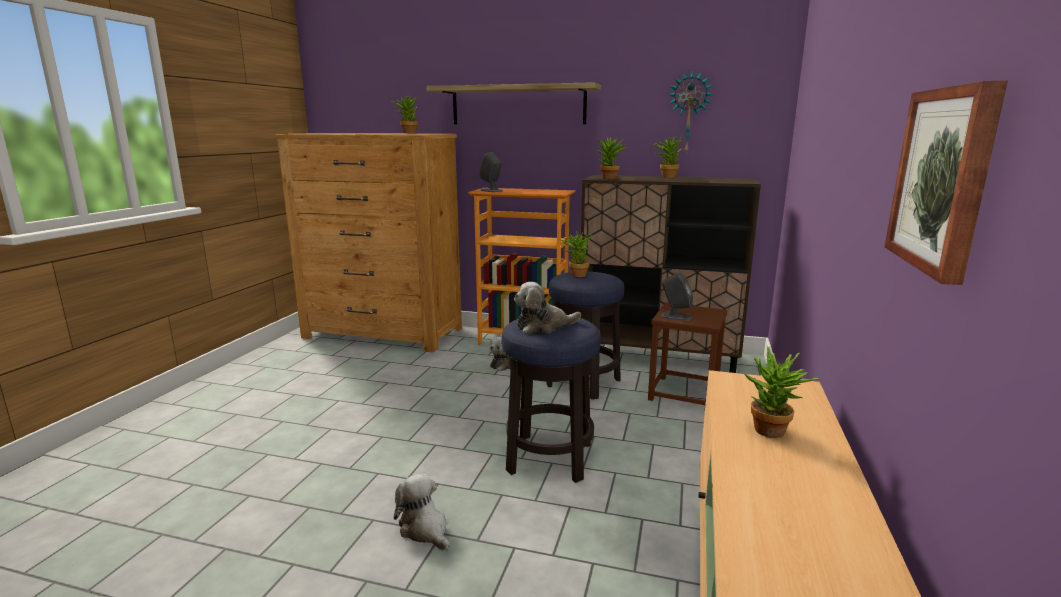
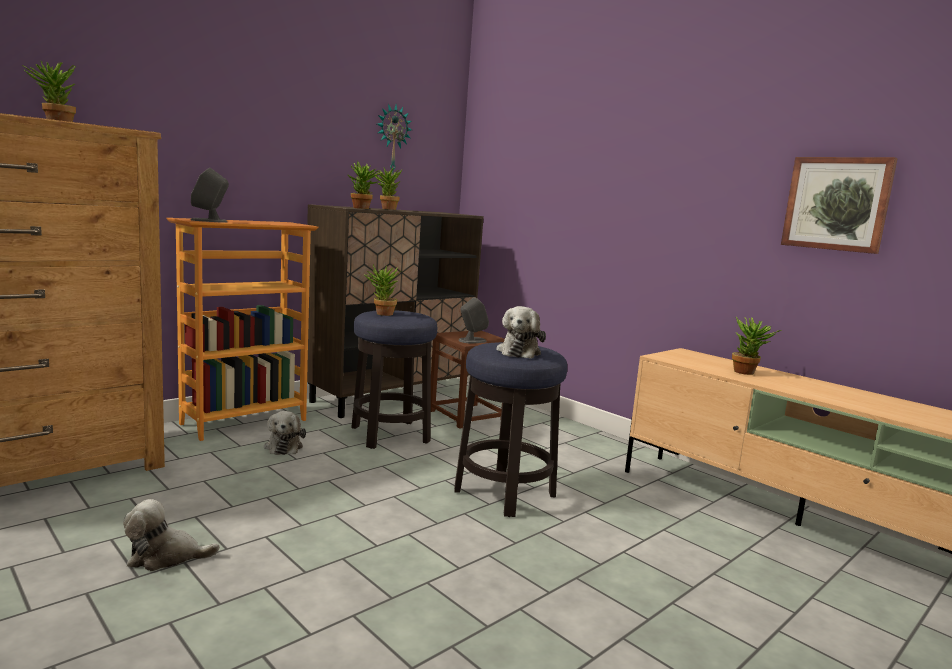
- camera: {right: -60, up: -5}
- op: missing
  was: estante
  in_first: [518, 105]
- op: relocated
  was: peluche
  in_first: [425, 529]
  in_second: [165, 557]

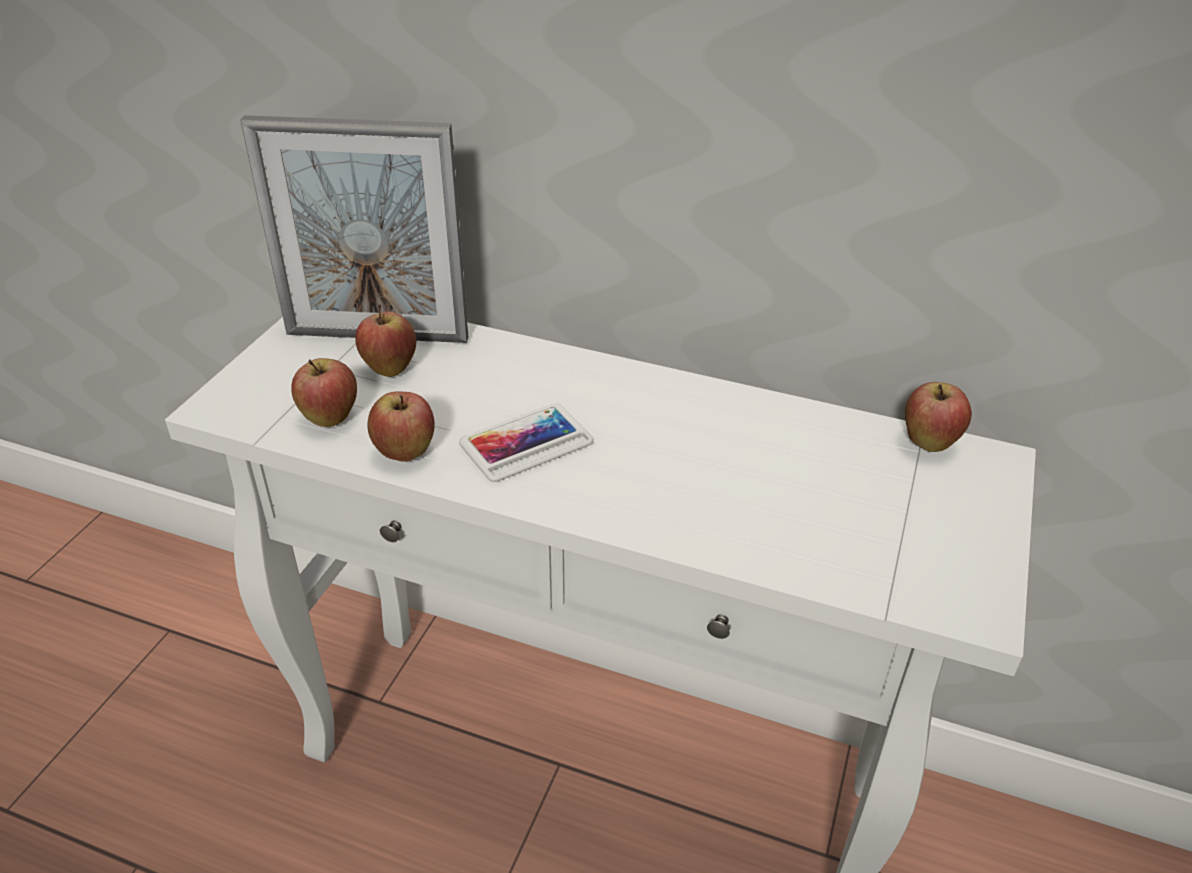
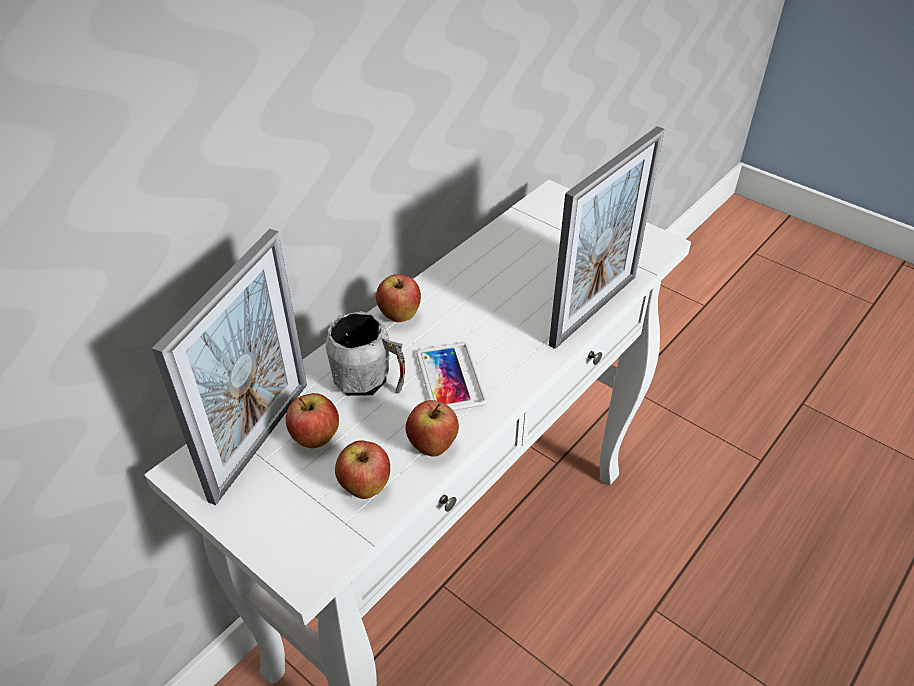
- camera: {right: -70, up: 5}
- op: appeared
  now: taza grande/gris
  in_second: [370, 382]
- op: appeared
  now: portarretratos
  in_second: [594, 310]
- op: relocated
  was: manzana
  in_first: [928, 444]
  in_second: [400, 316]

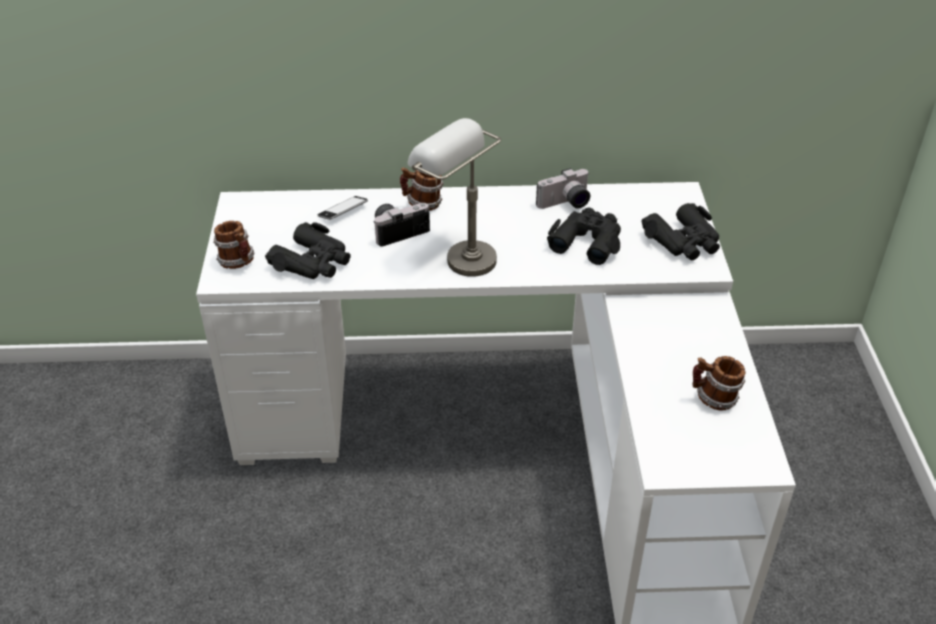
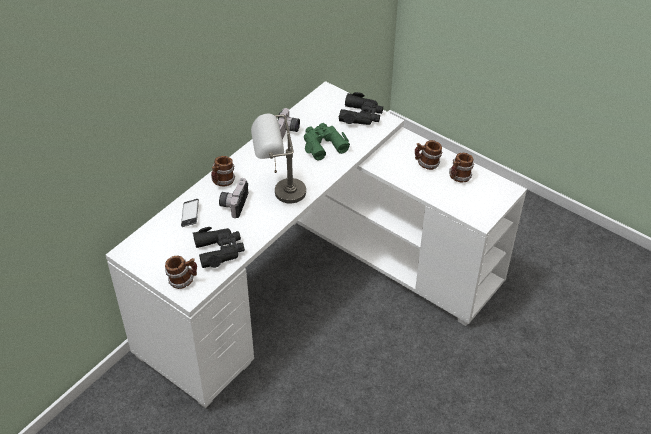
- camera: {right: -50, up: 5}
- op: appeared
  now: taza grande
  in_second: [427, 164]
- op: colour
  was: prismáticos/negro
  now: prismáticos/verde
  in_first: [587, 241]
  in_second: [323, 144]

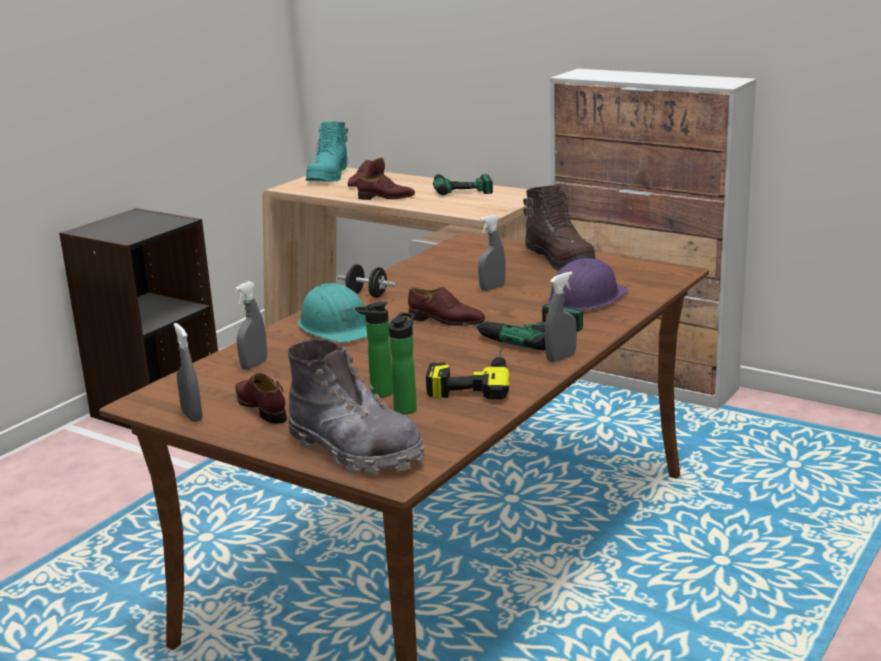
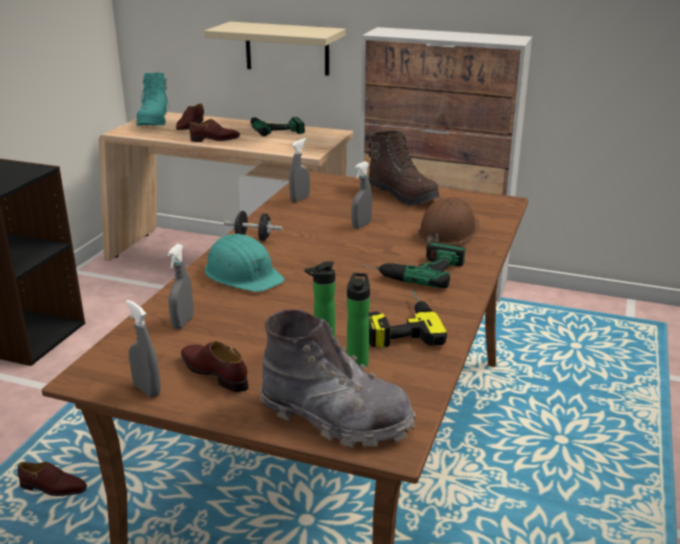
- camera: {right: -15, up: 5}
- op: appeared
  now: estante/beis
  in_second: [287, 48]
- op: relocated
  was: zapato/marrón
  in_first: [446, 320]
  in_second: [53, 488]
- op: relocated
  was: pulverizador/gris
  in_first: [561, 358]
  in_second: [300, 199]
- op: colour
  was: casco/morado
  now: casco/marrón
  in_first: [586, 299]
  in_second: [448, 232]

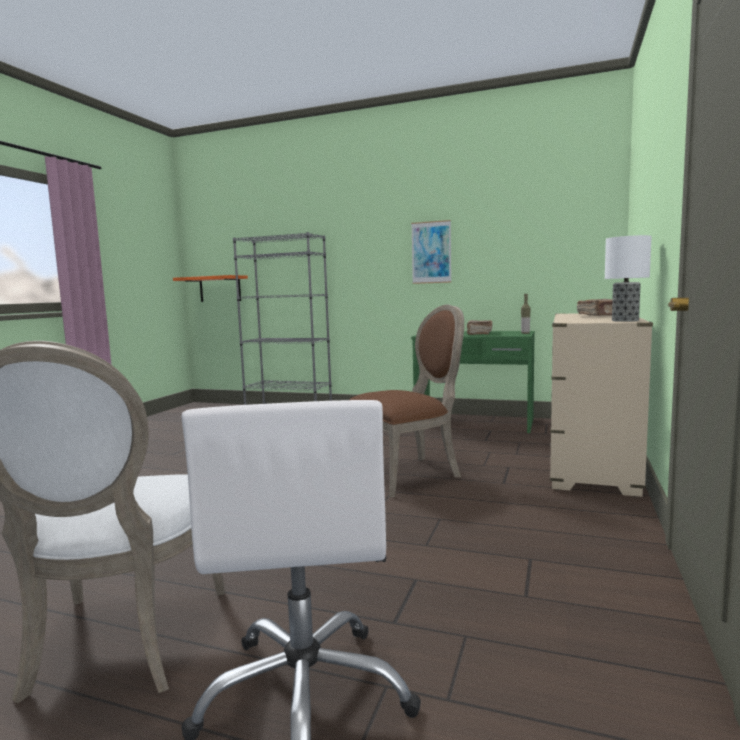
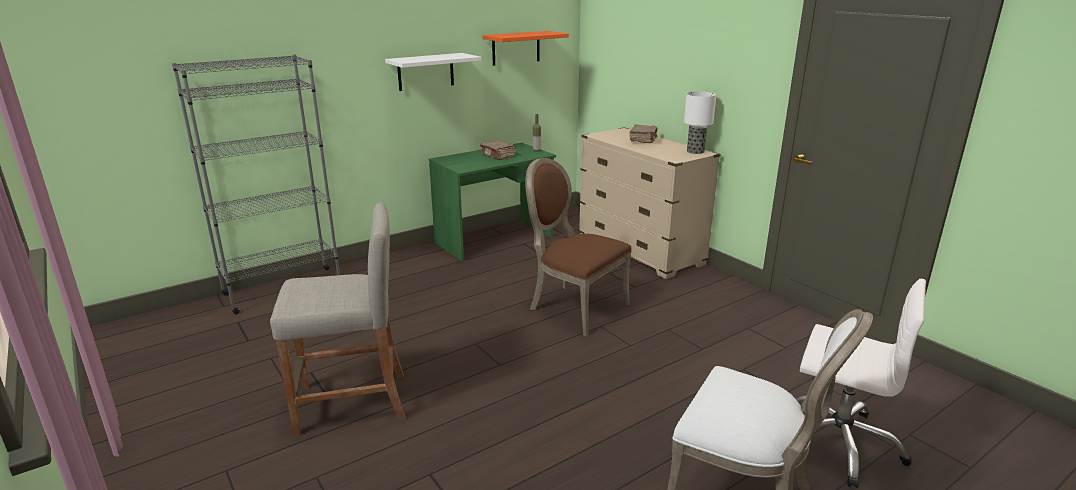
- camera: {right: -55, up: 15}
- op: appeared
  now: taburete/beis
  in_second: [352, 403]
- op: relocated
  was: estante/naranja
  in_first: [220, 289]
  in_second: [516, 48]
- op: exchanged
  was: cuadro
  now: estante/blanco
  in_first: [431, 252]
  in_second: [425, 72]
- op: spun
  was: silla/marrón
  in_first: [409, 473]
  in_second: [574, 307]
  clockwise: -60

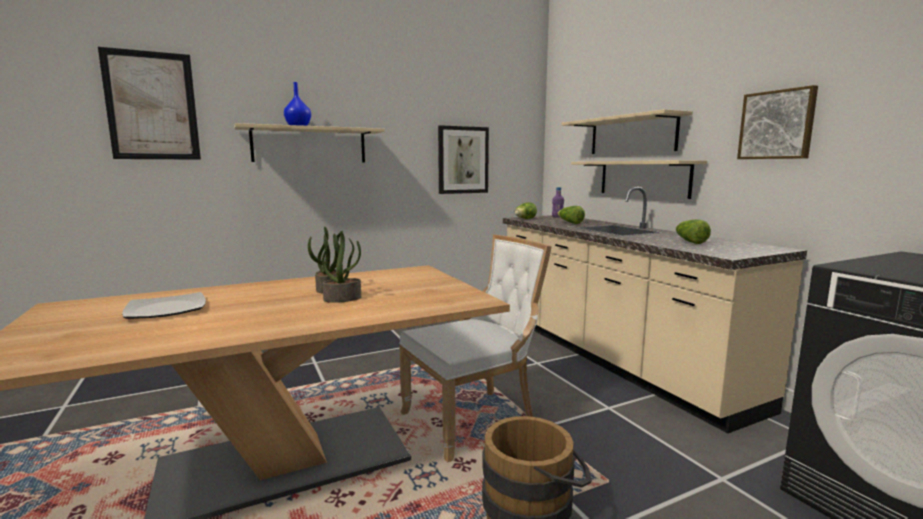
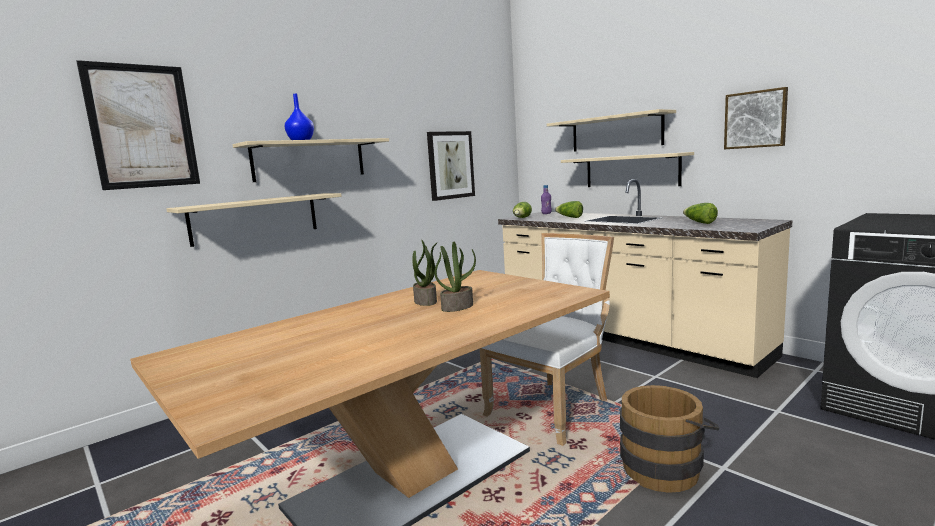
- camera: {right: -15, up: 0}
- op: missing
  was: plato
  in_first: [167, 309]
- op: appeared
  now: estante/beis
  in_second: [255, 218]

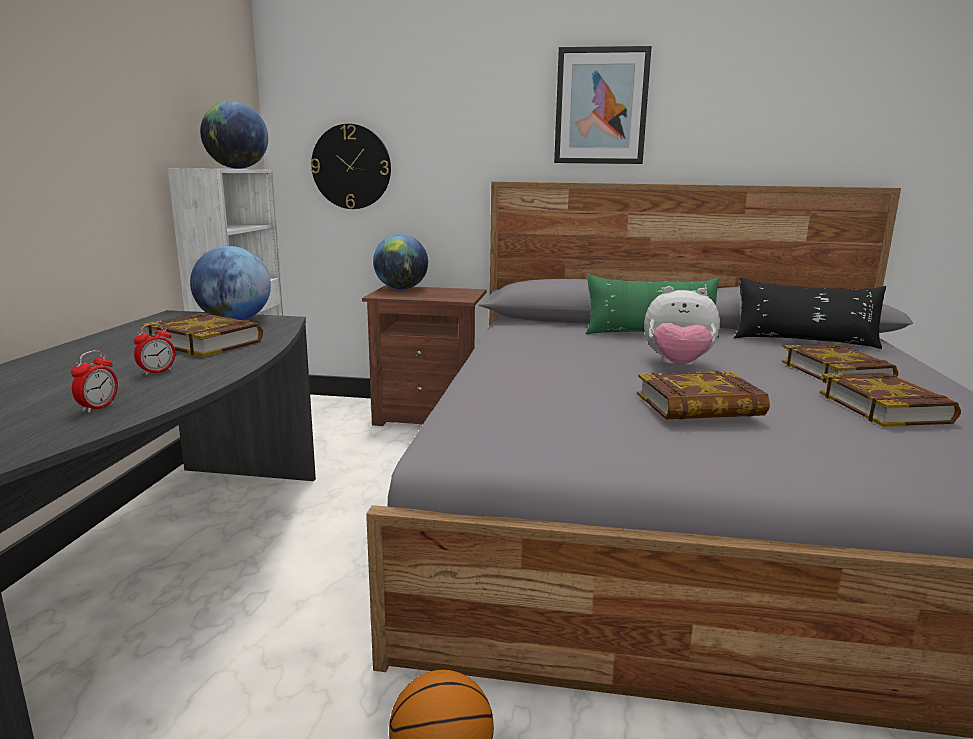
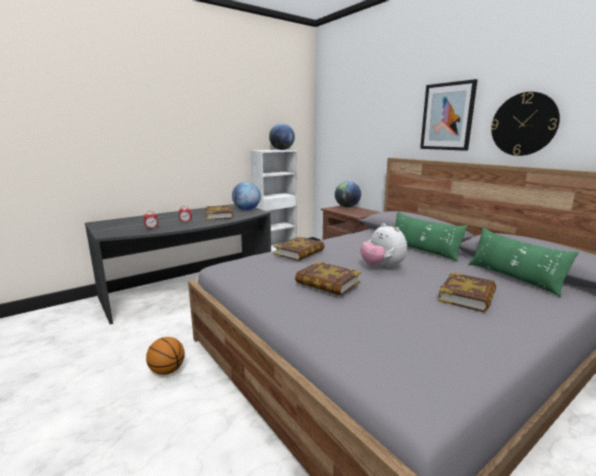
- camera: {right: 45, up: 0}
- op: relocated
  was: reloj de pared
  in_first: [351, 167]
  in_second: [523, 124]
- op: relocated
  was: libro
  in_first: [884, 407]
  in_second: [299, 252]
- op: colour
  was: cojín/negro
  now: cojín/verde
  in_first: [804, 341]
  in_second: [513, 278]

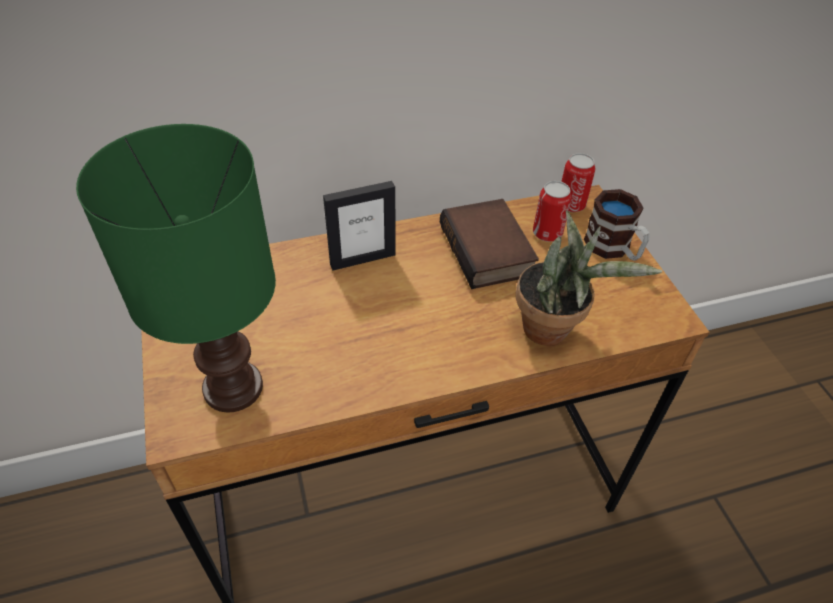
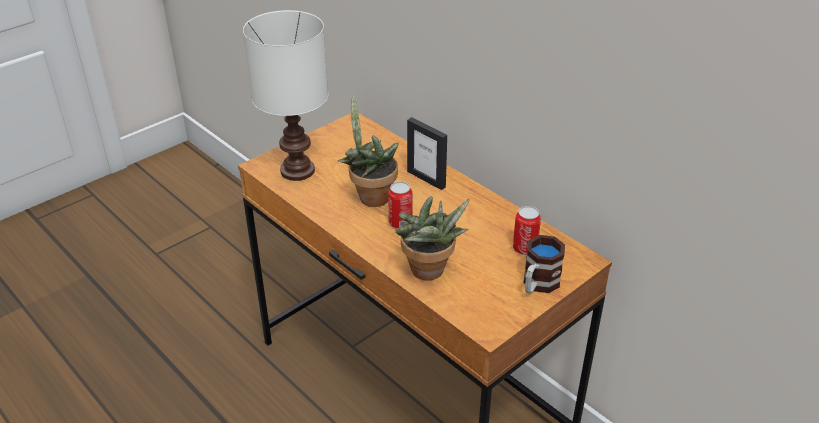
- camera: {right: 65, up: -10}
- op: missing
  was: libro
  in_first: [489, 251]
- op: appeared
  now: planta en maceta
  in_second: [370, 196]
- op: relocated
  was: lata
  in_first: [571, 204]
  in_second: [400, 223]
- op: colour
  was: lámpara de mesa/verde
  now: lámpara de mesa/blanco
  in_first: [232, 385]
  in_second: [298, 170]

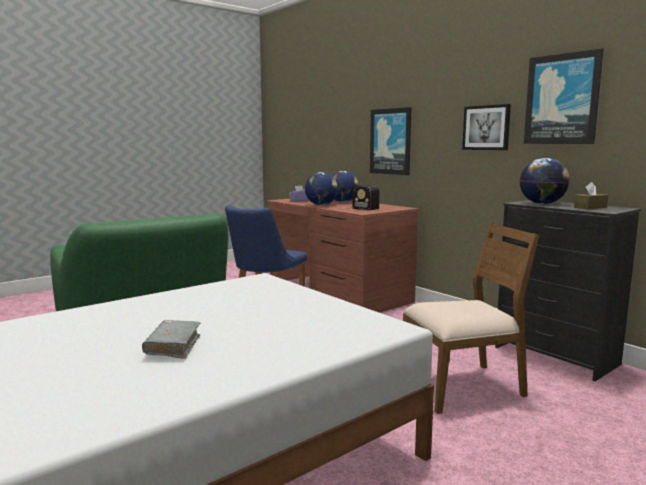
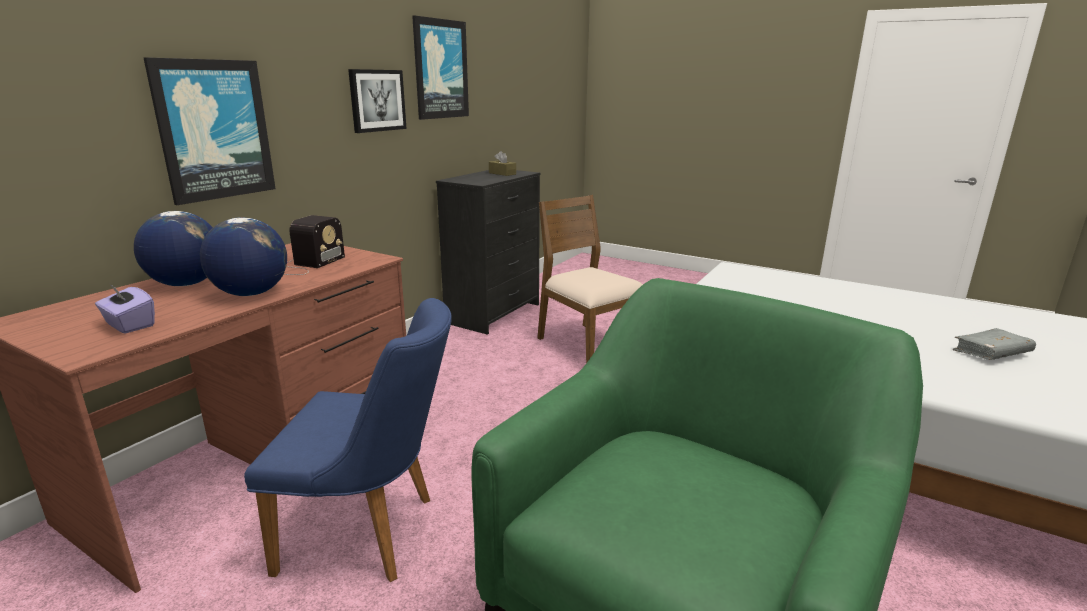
- camera: {right: -110, up: 10}
- op: missing
  was: globo terráqueo
  in_first: [542, 203]
- op: relocated
  was: libro/gris
  in_first: [173, 346]
  in_second: [991, 353]

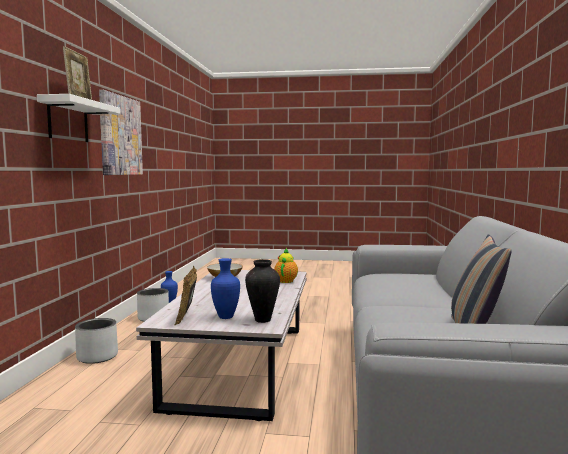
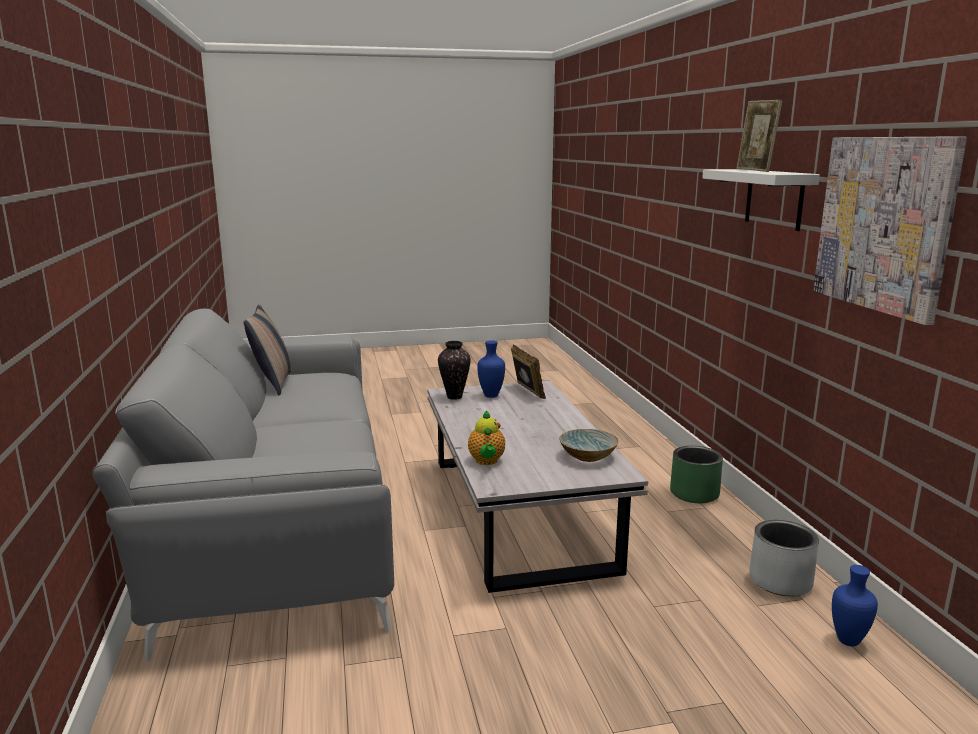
- camera: {right: 160, up: 10}
- op: colour
  was: maceta/gris
  now: maceta/verde
  in_first: [97, 357]
  in_second: [694, 494]

